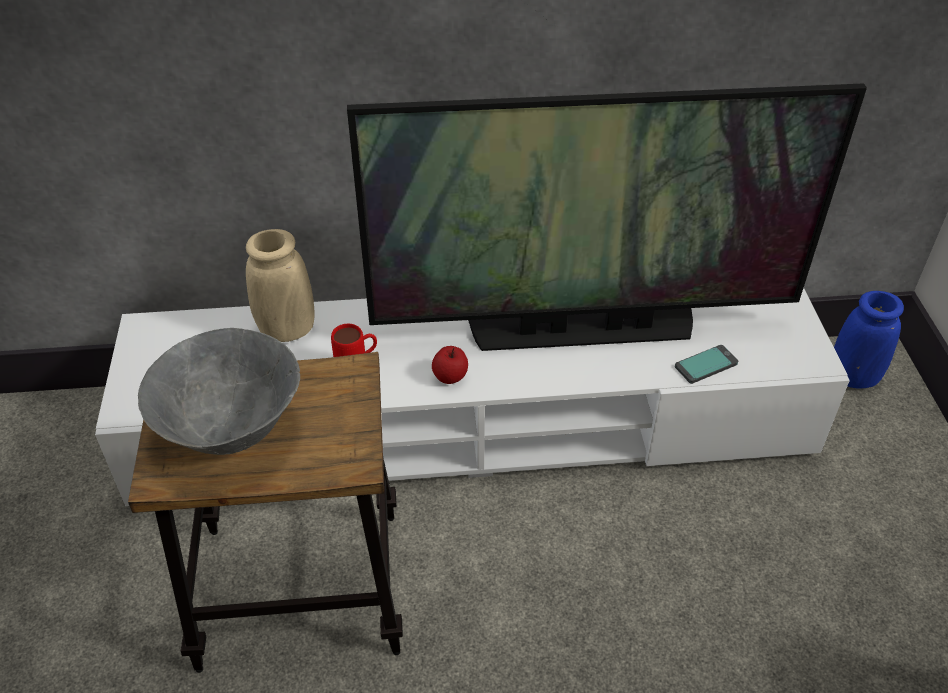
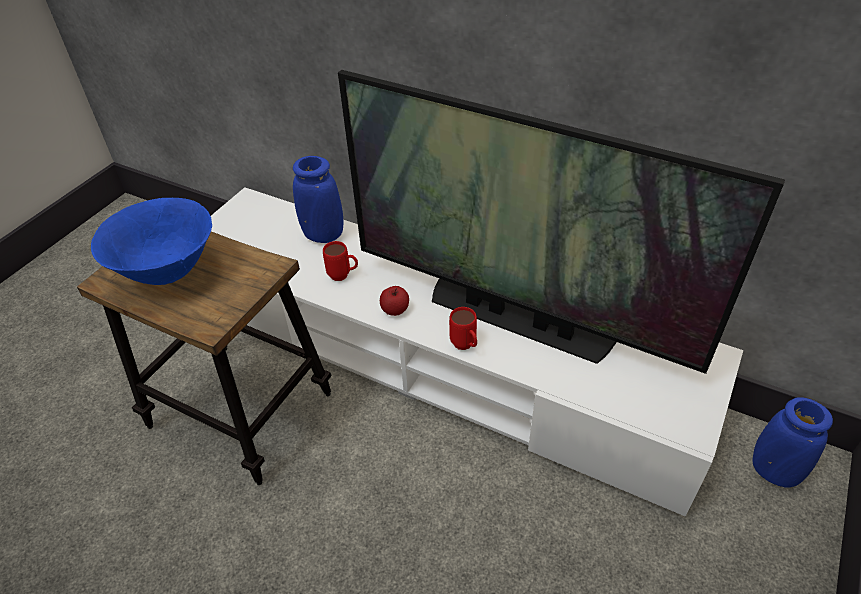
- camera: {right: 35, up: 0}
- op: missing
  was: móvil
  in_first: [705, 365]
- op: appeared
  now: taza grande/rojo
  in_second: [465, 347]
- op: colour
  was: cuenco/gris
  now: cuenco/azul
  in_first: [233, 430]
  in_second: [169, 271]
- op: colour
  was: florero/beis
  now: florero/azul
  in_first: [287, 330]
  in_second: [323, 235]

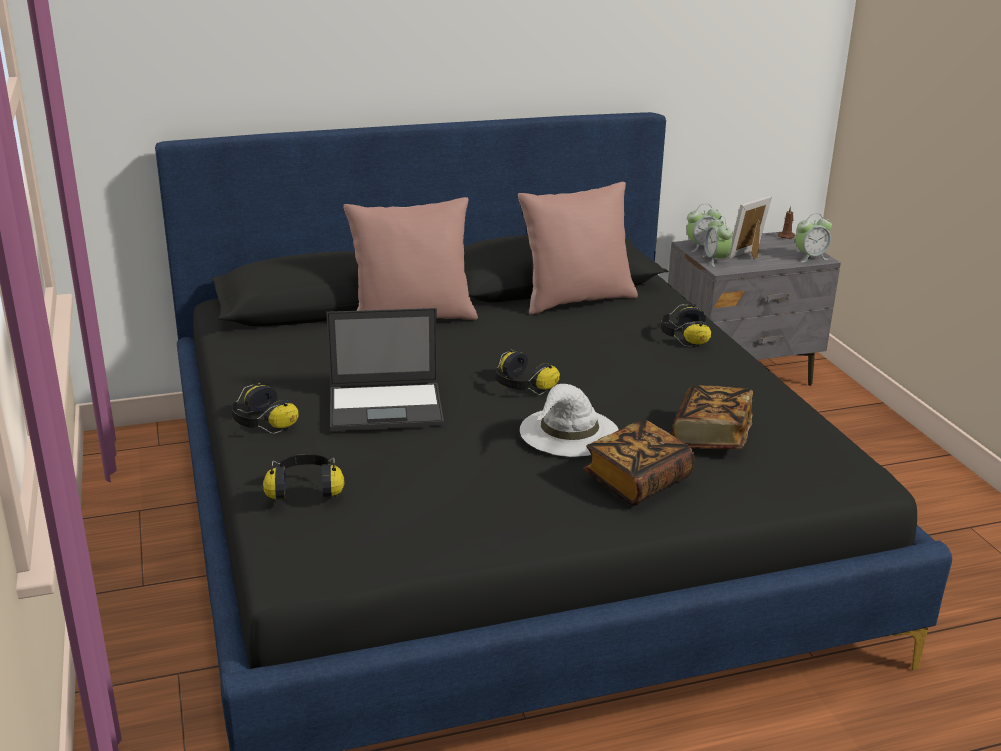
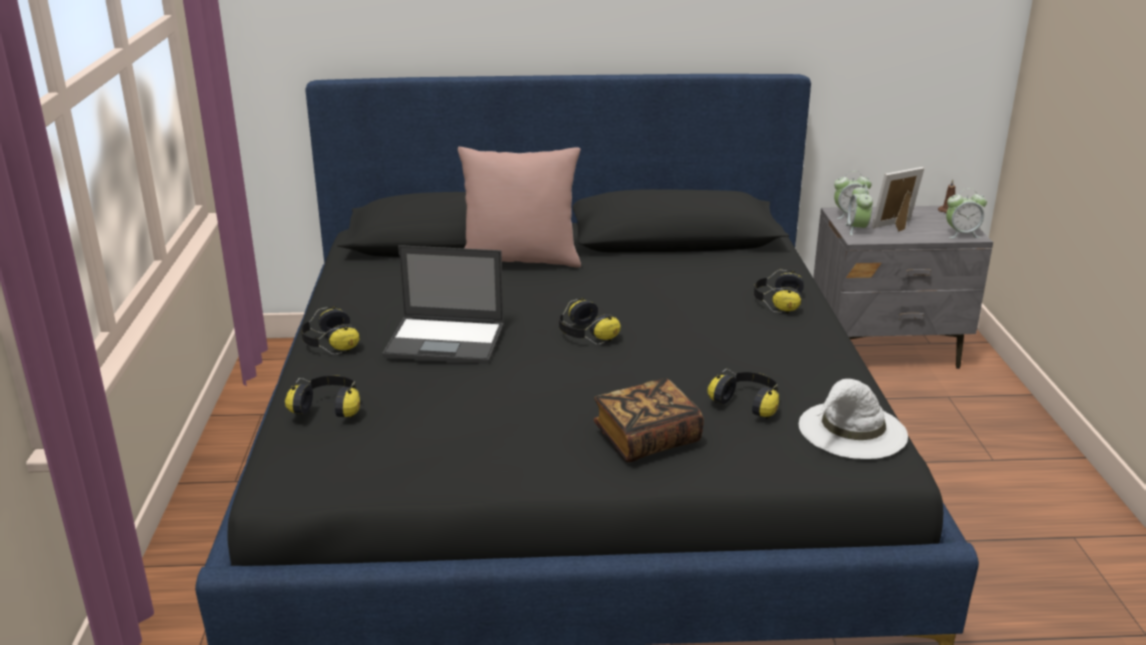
- camera: {right: 15, up: 0}
- op: missing
  was: cojín/rosa
  in_first: [576, 300]
- op: relocated
  was: sombrero/blanco
  in_first: [569, 432]
  in_second: [852, 430]
- op: exchanged
  was: libro
  now: auriculares
  in_first: [711, 436]
  in_second: [748, 404]

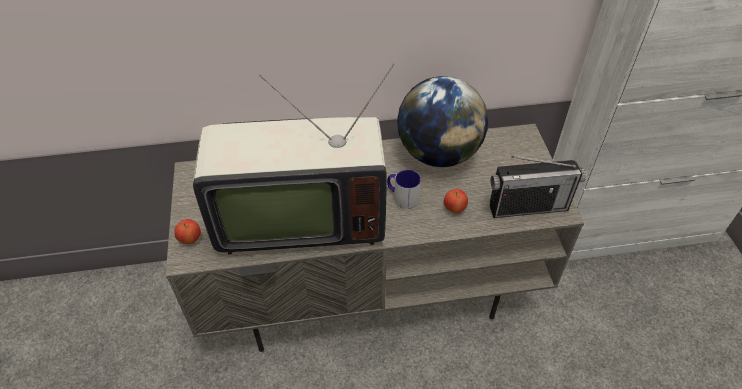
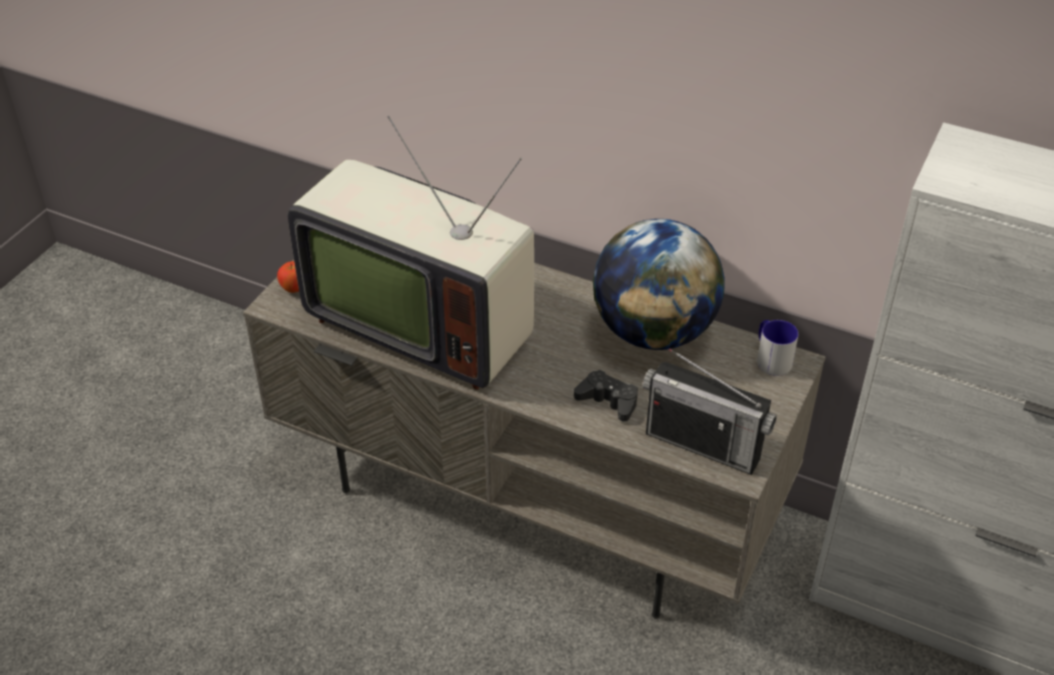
- camera: {right: 35, up: -5}
- op: relocated
  was: taza grande
  in_first: [402, 197]
  in_second: [770, 358]
- op: exchanged
  was: manzana
  now: mando de consola/negro
  in_first: [454, 209]
  in_second: [608, 401]

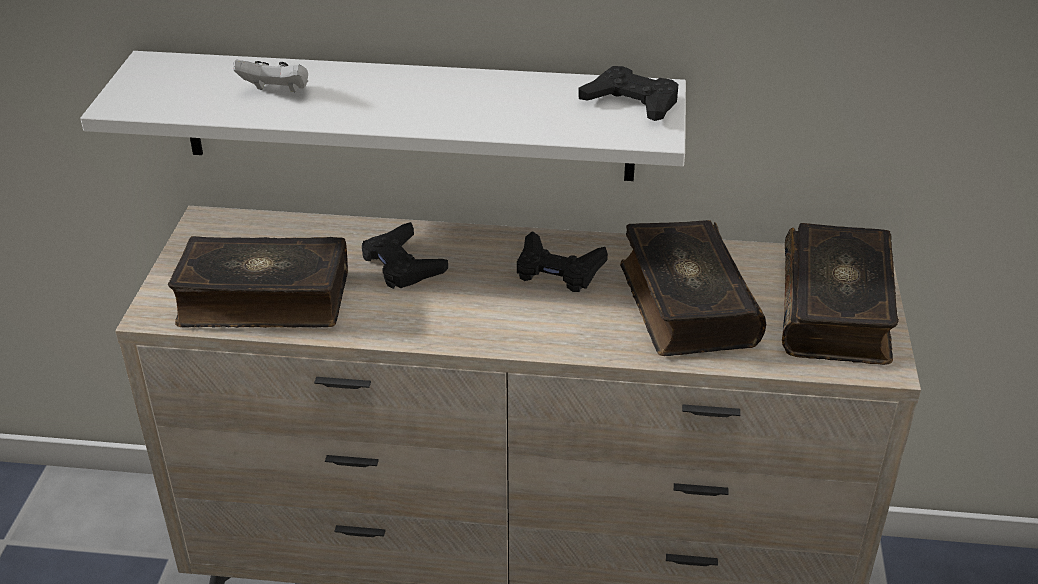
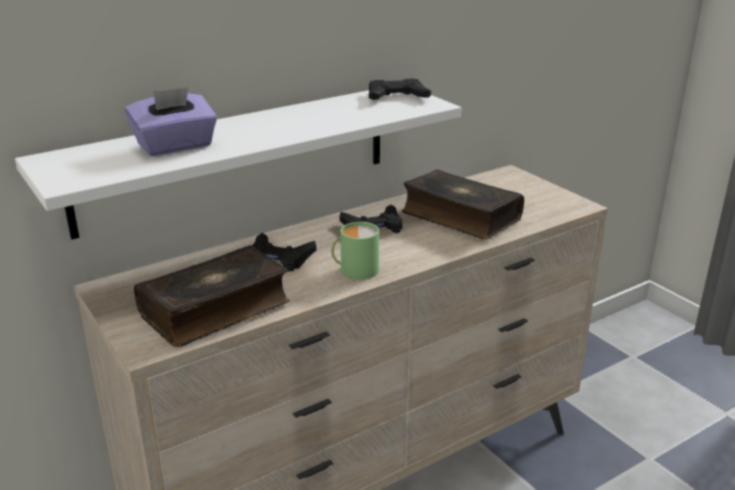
- camera: {right: -40, up: -10}
- op: missing
  was: libro
  in_first: [836, 310]
- op: appeared
  now: taza grande/verde
  in_second: [355, 270]
- op: exchanged
  was: mando de consola/blanco
  now: caja de pañuelos/morado
  in_first: [276, 92]
  in_second: [175, 146]

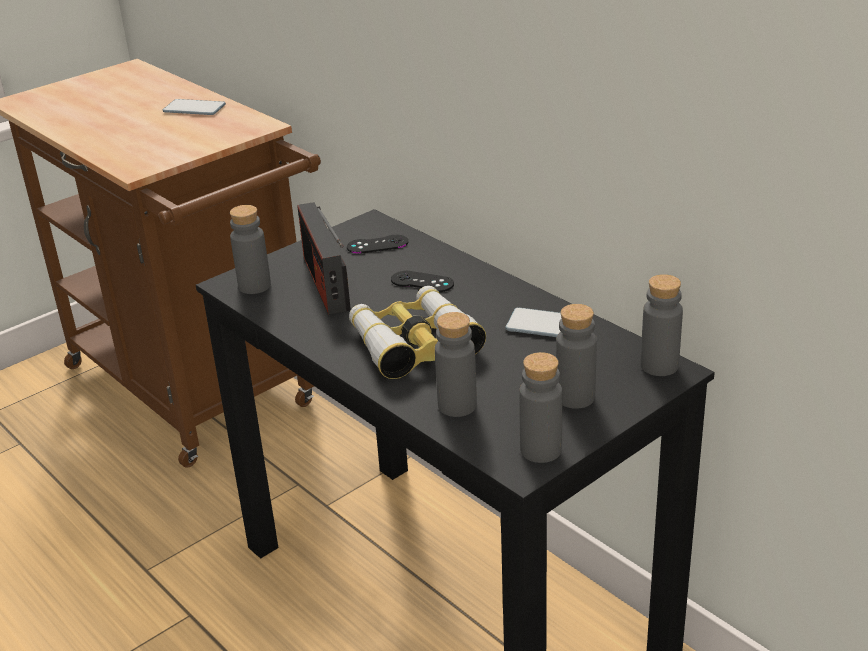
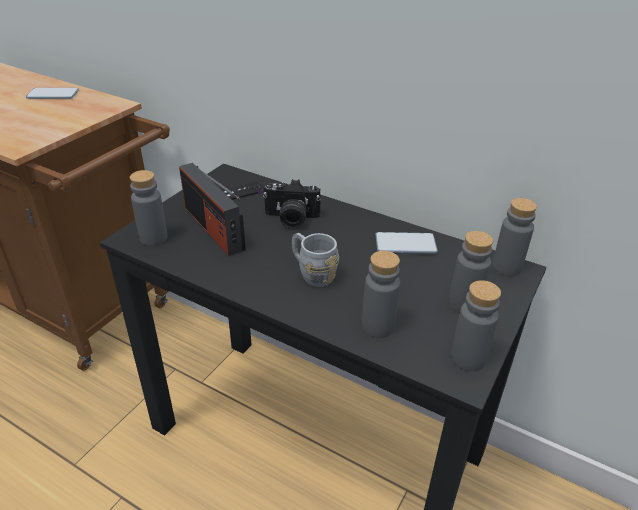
- camera: {right: -20, up: 5}
- op: exchanged
  was: prismáticos
  now: taza grande/gris
  in_first: [414, 343]
  in_second: [312, 273]
- op: exchanged
  was: mando de consola/negro
  now: cámara
  in_first: [422, 282]
  in_second: [291, 219]

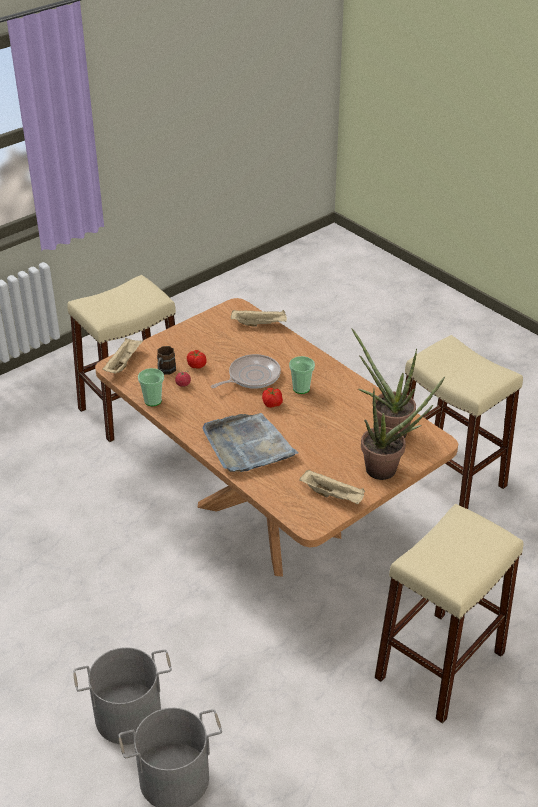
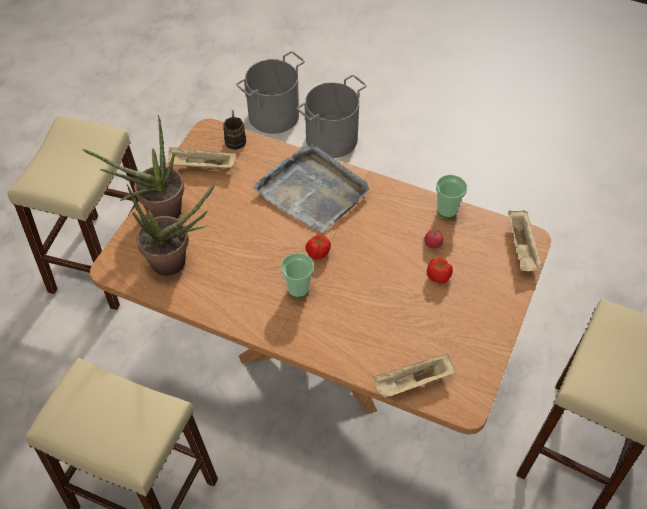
- camera: {right: 155, up: 15}
- op: missing
  was: sartén
  in_first: [251, 376]
- op: relocated
  was: taza grande/marrón
  in_first: [165, 371]
  in_second: [235, 138]

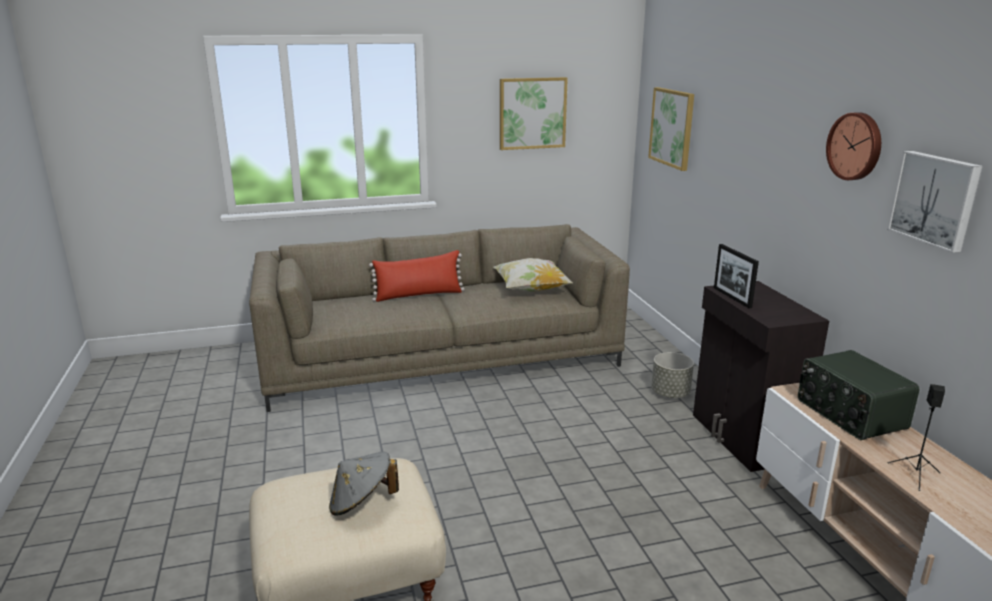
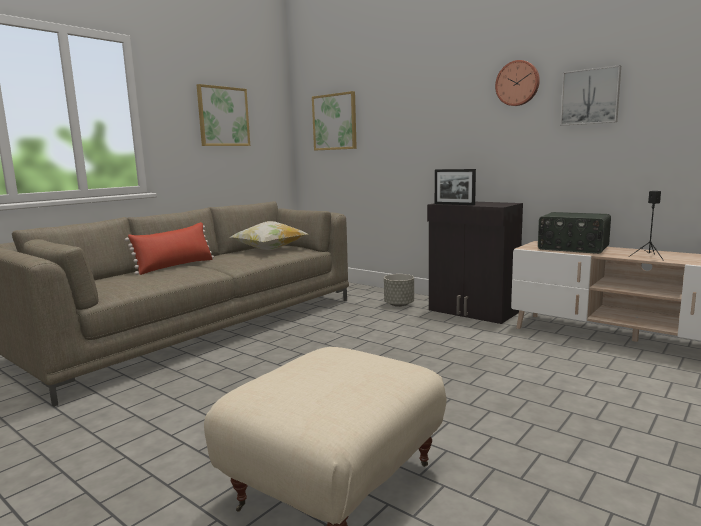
- camera: {right: -35, up: -10}
- op: missing
  was: sombrero/gris
  in_first: [362, 503]

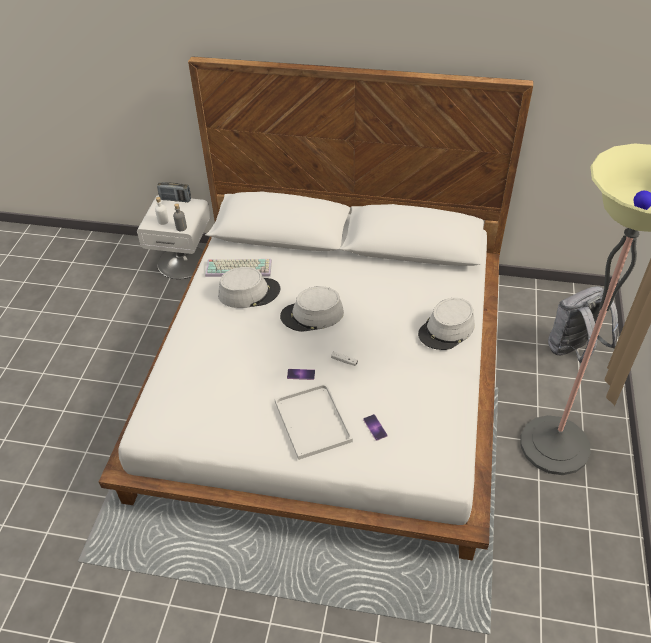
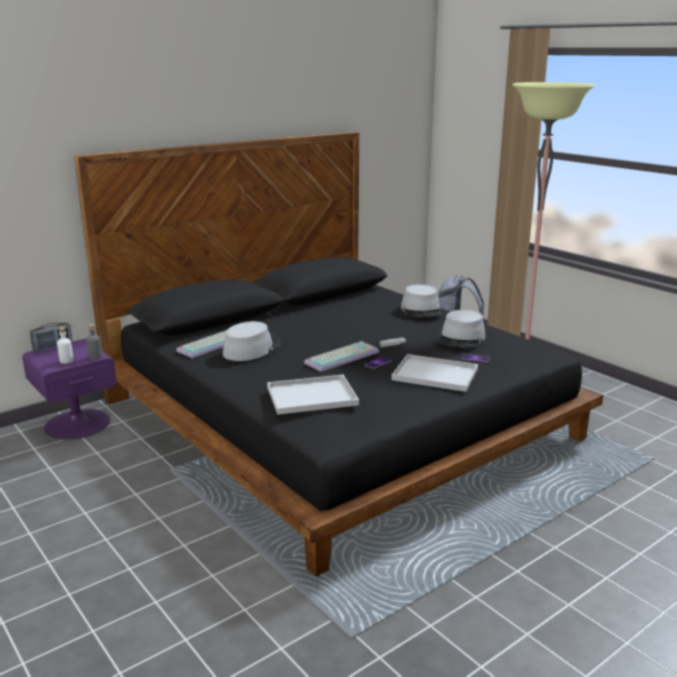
- camera: {right: -50, up: -25}
- op: appeared
  now: bandeja/blanco
  in_second: [310, 397]
- op: appeared
  now: teclado
  in_second: [342, 357]
- op: relocated
  was: sombrero/gris
  in_first: [312, 315]
  in_second: [461, 338]
- op: colour
  was: cama/blanco
  now: cama/negro
  in_first: [327, 377]
  in_second: [338, 418]
- op: colour
  was: mesita de noche/blanco
  now: mesita de noche/morado
  in_first: [182, 261]
  in_second: [77, 423]

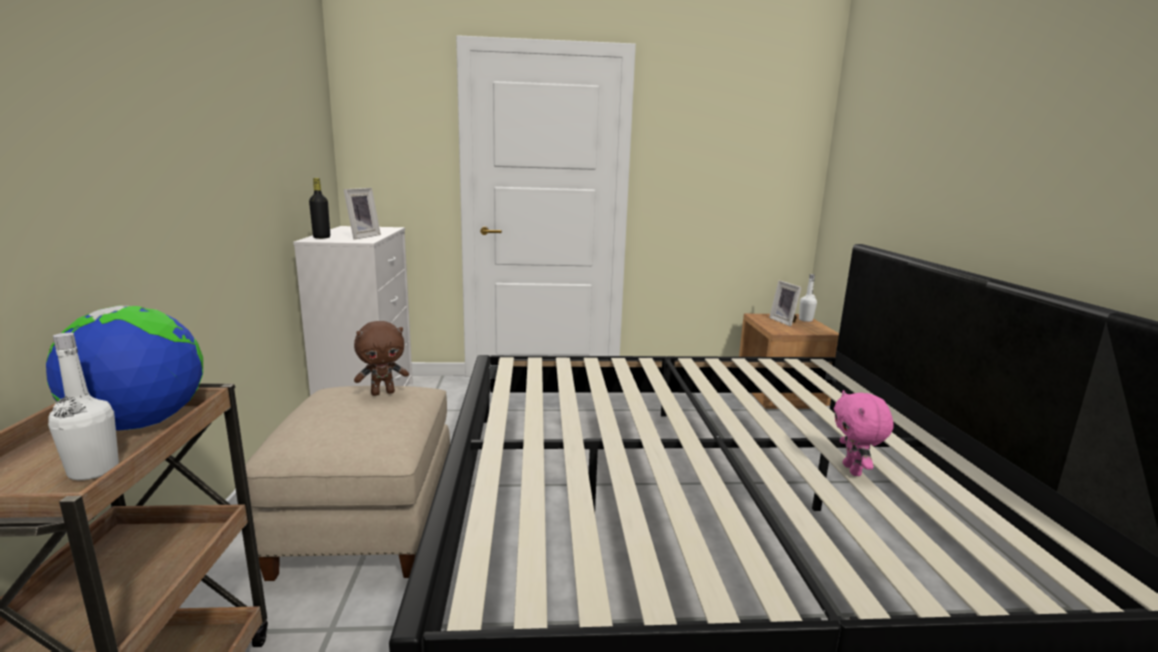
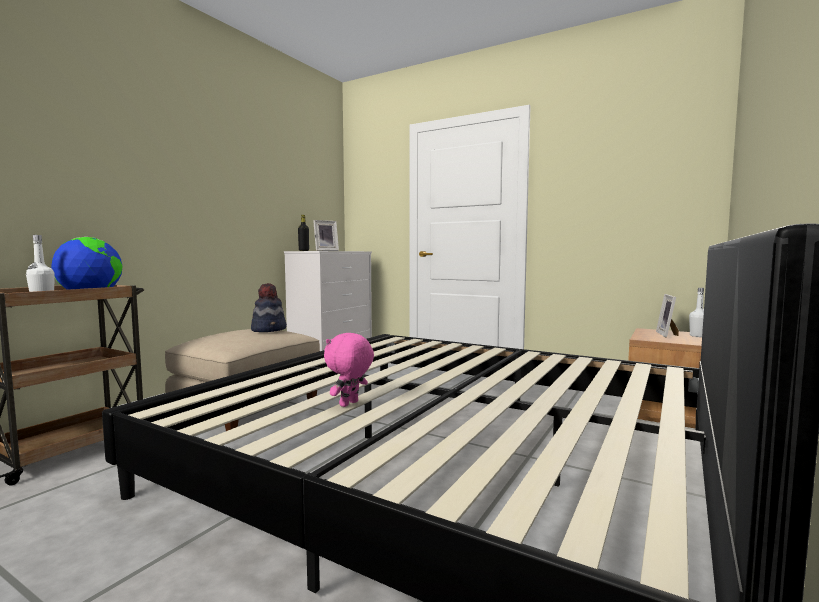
- camera: {right: 35, up: -10}
- op: relocated
  was: peluche/rosa
  in_first: [853, 470]
  in_second: [349, 404]
- op: exchanged
  was: peluche/marrón
  now: sombrero
  in_first: [383, 393]
  in_second: [269, 329]

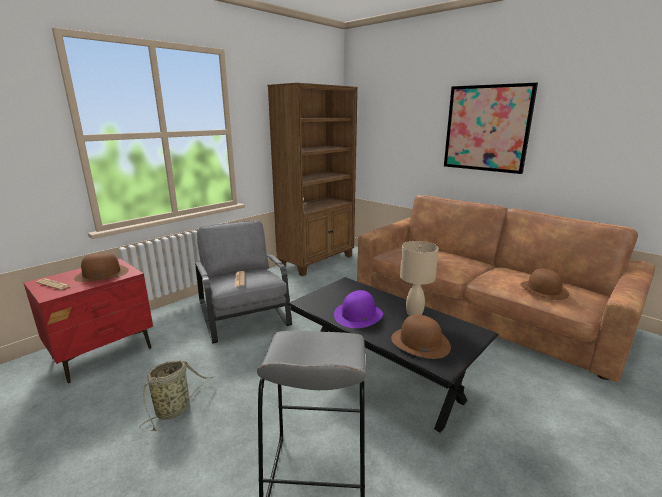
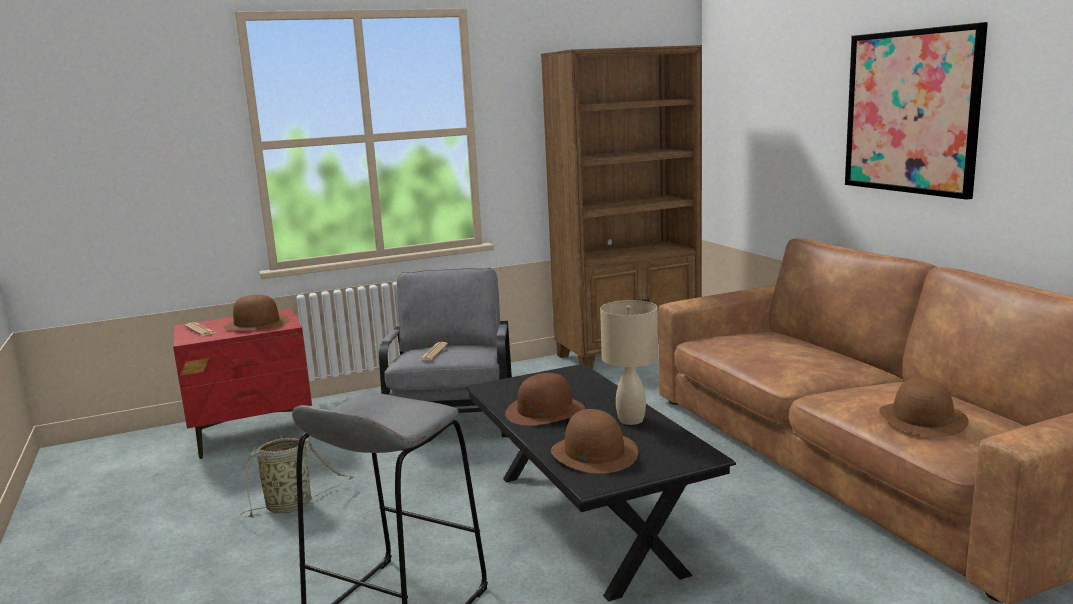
- camera: {right: 25, up: -5}
- op: colour
  was: sombrero/morado
  now: sombrero/marrón
  in_first: [358, 315]
  in_second: [545, 411]

